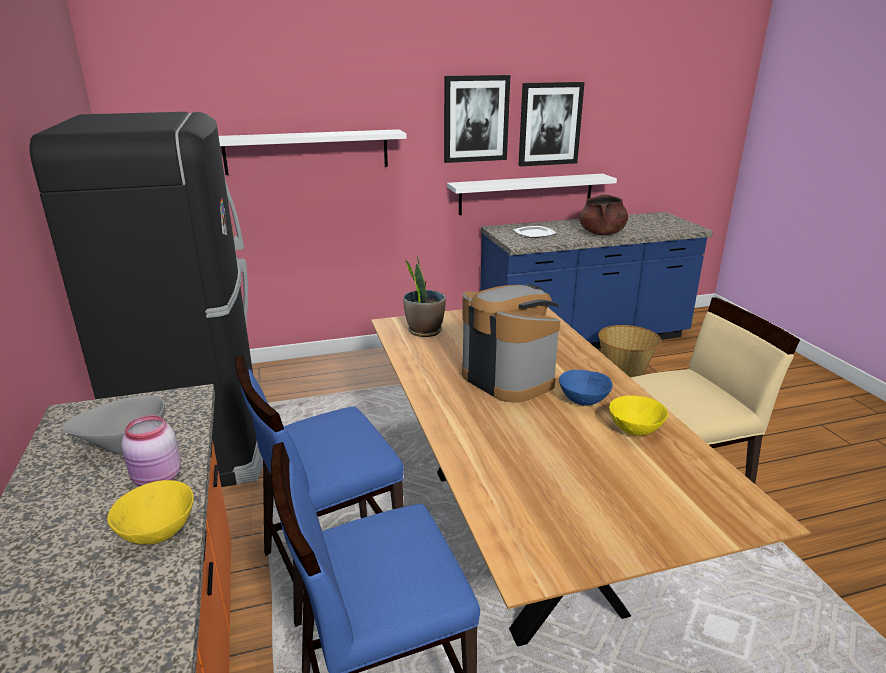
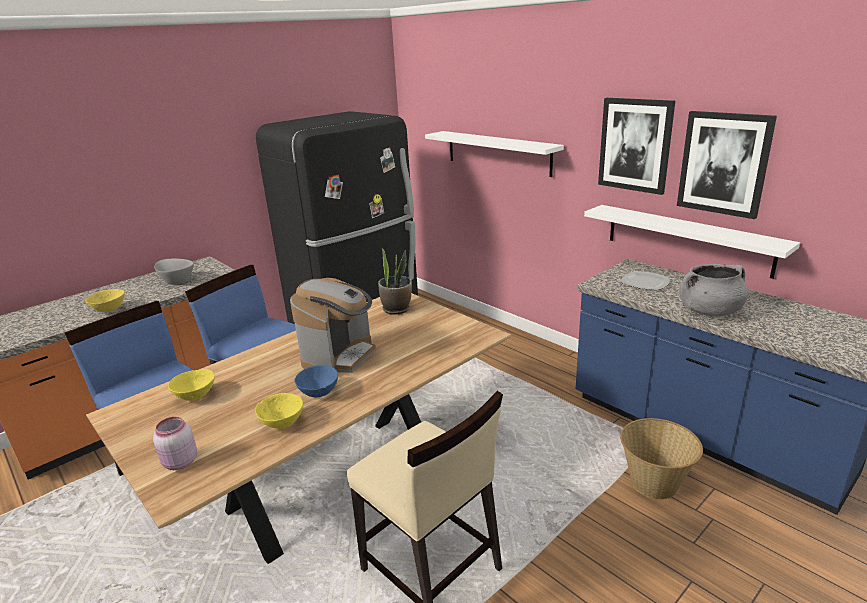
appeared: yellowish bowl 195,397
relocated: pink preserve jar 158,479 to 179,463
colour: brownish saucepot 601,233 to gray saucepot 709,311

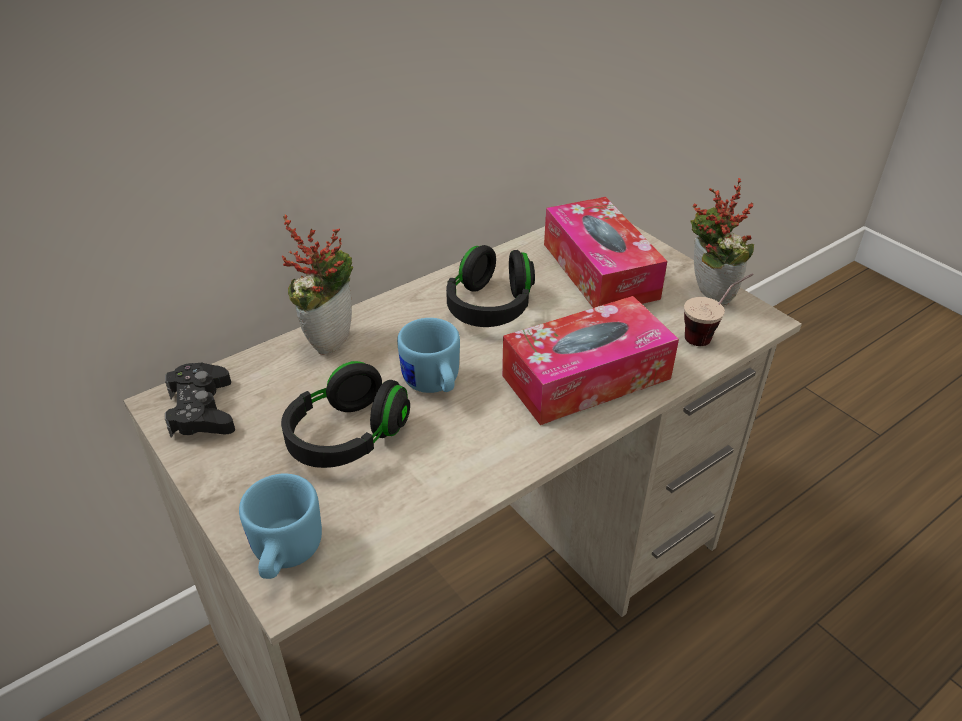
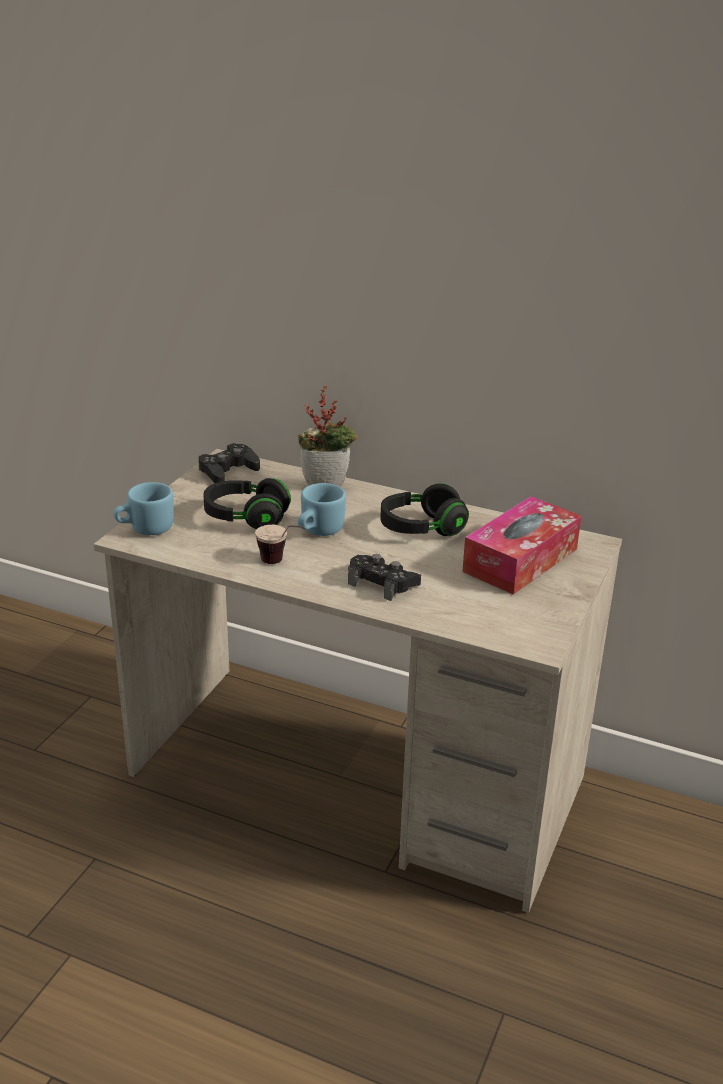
missing: houseplant 706,294
relocated: small cup 710,335 to 281,563
exchanged: tissue holder 586,377 to black-coloured gamepad 382,583

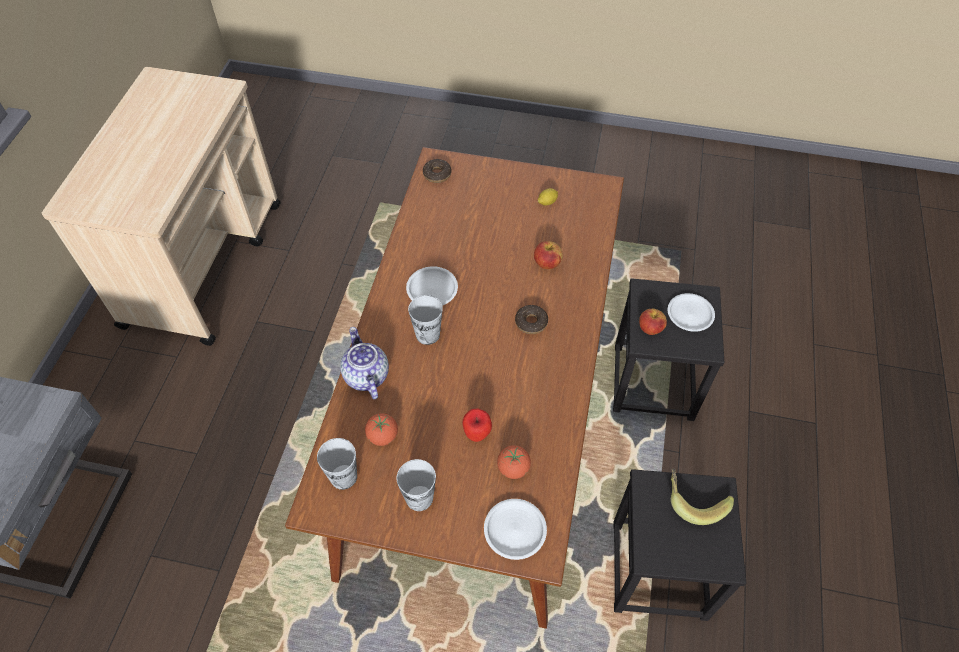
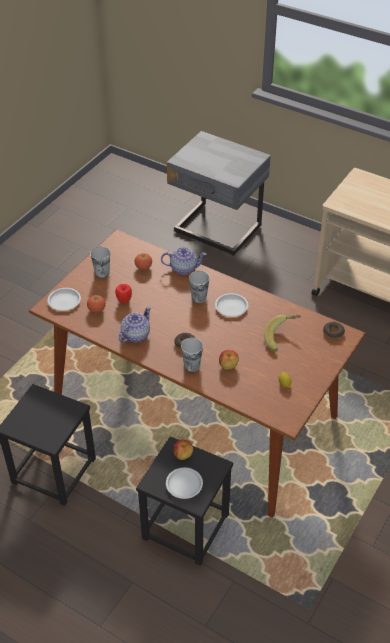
appeared: tea pot 135,335
relocated: small cup 343,477 to 192,365; whole banana 694,500 to 282,338

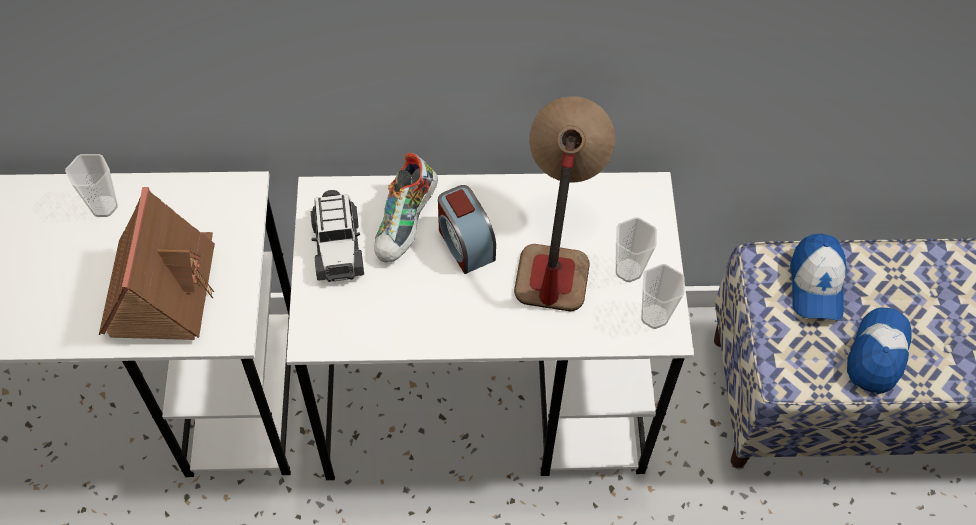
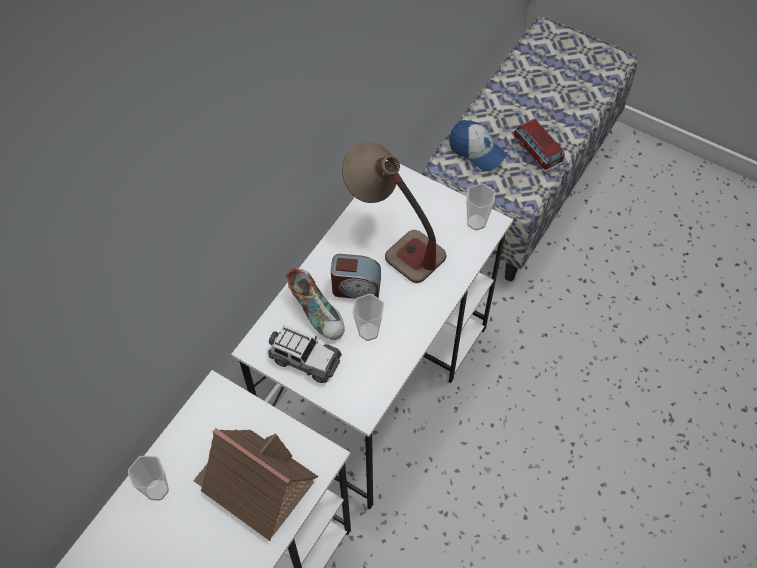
relocated: small cup 628,270 to 368,331
exchanged: baseball cap 877,354 to model car 537,152

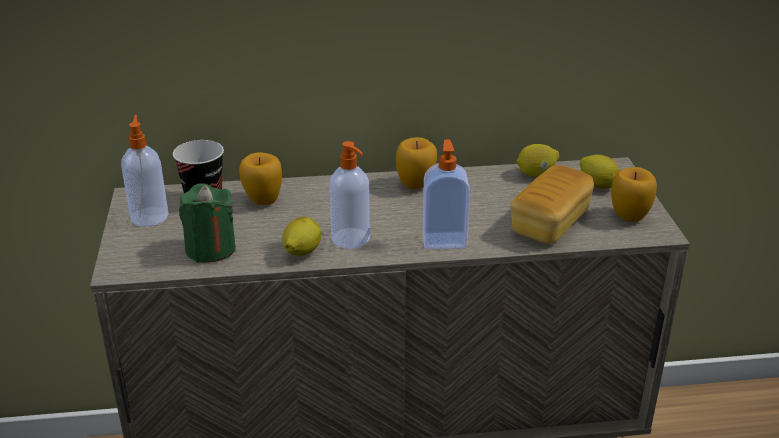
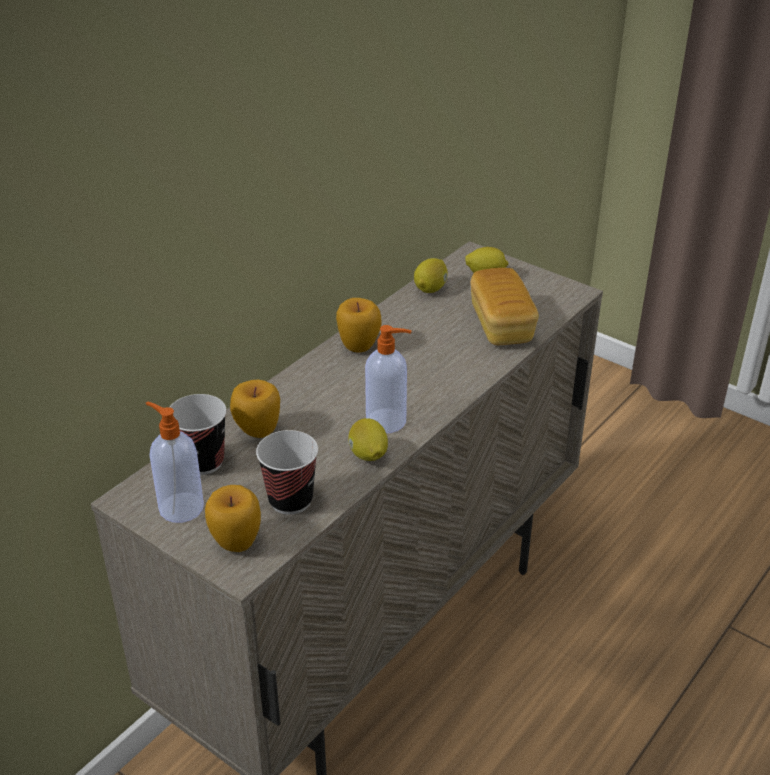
missing: liquid soap bottle 444,240
relocated: whole apple 629,216 to 236,542
exchanged: green wax candle 210,249 to small cup 290,500

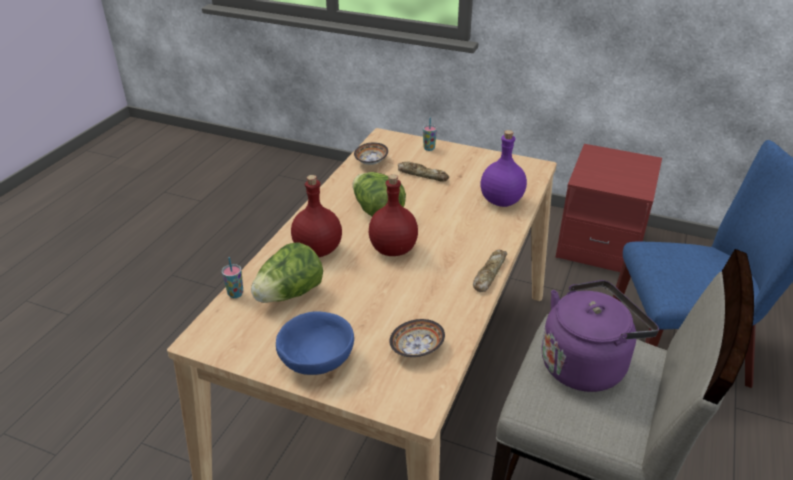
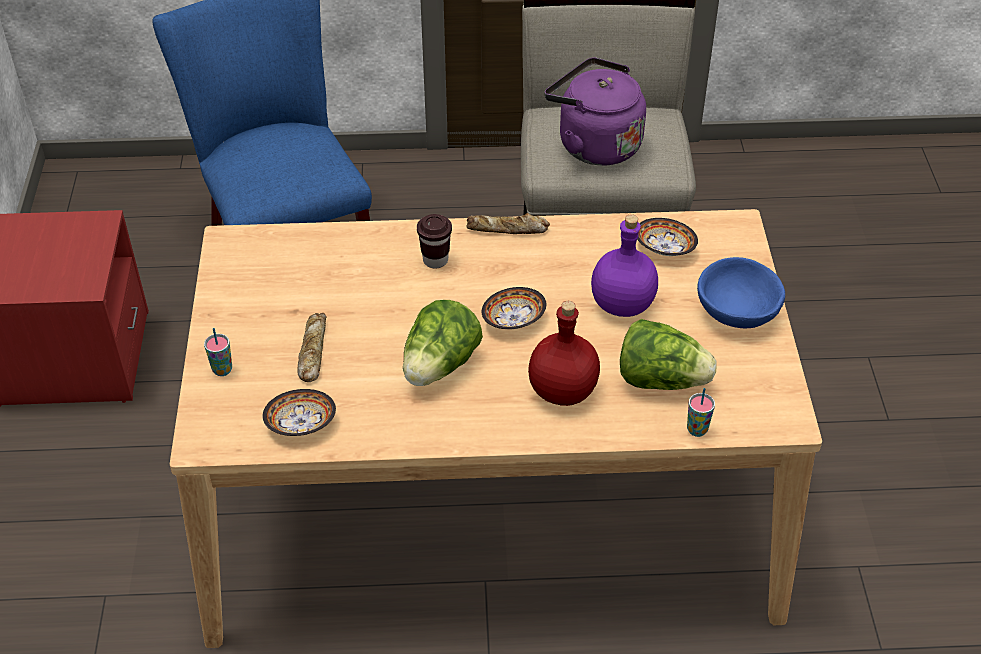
appeared: brownish small cup 435,260
relocated: purple drink bottle 500,201 to 623,305
exchanged: red-coloured drink bottle 393,250 to bowl 515,321

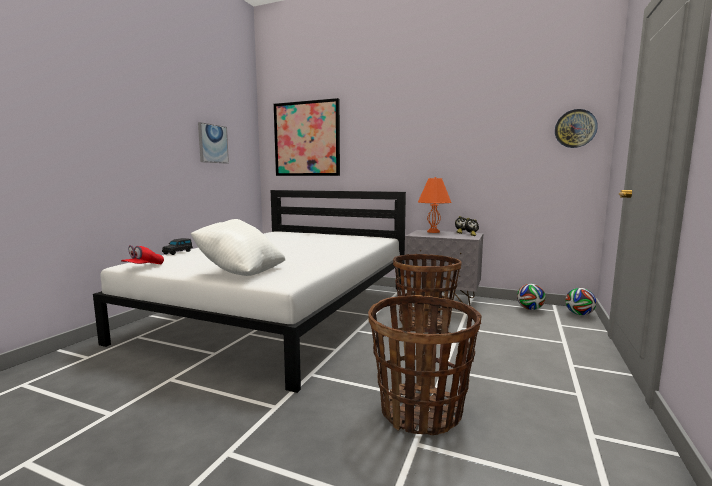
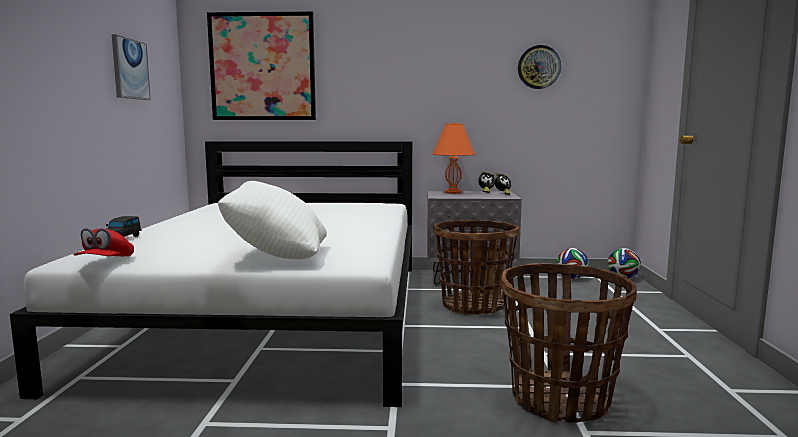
relocated: hanging clock 575,128 to 539,67

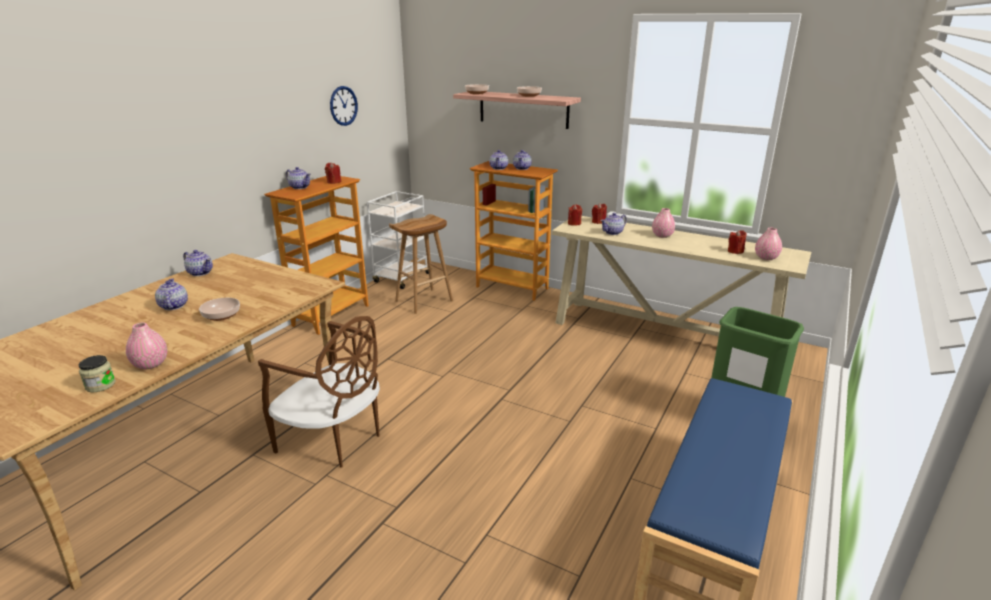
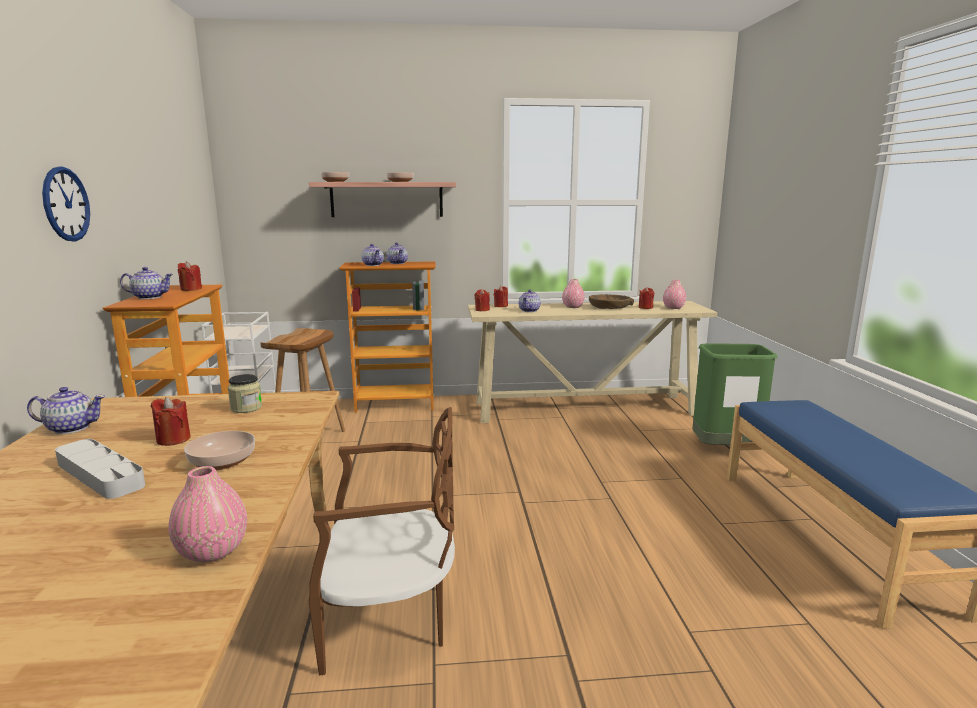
appeared: brownish bowl 609,307; red-coloured wax candle 173,439
relocated: hanging clock 343,106 to 66,204; preserve jar 100,385 to 246,408
exchanged: tea pot 173,306 to gray tray 100,474

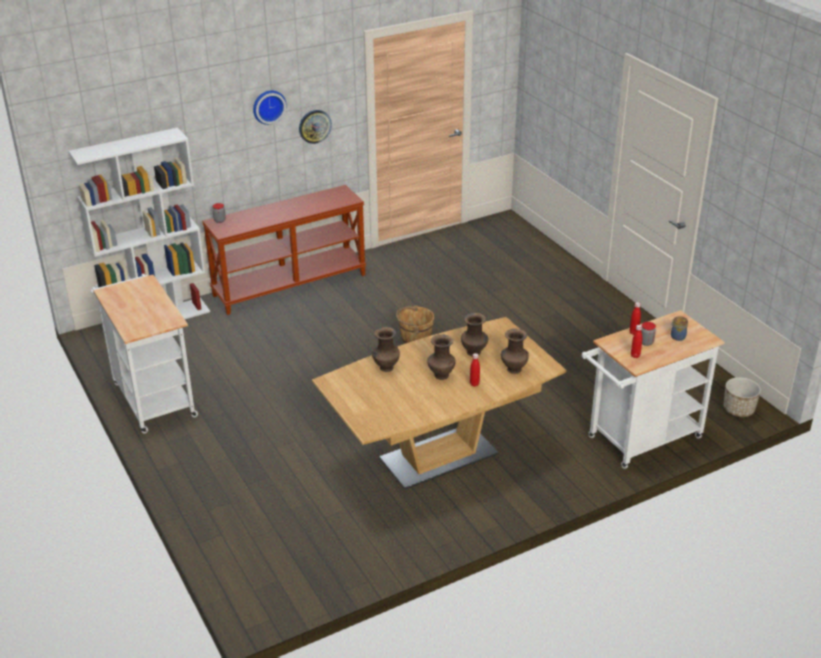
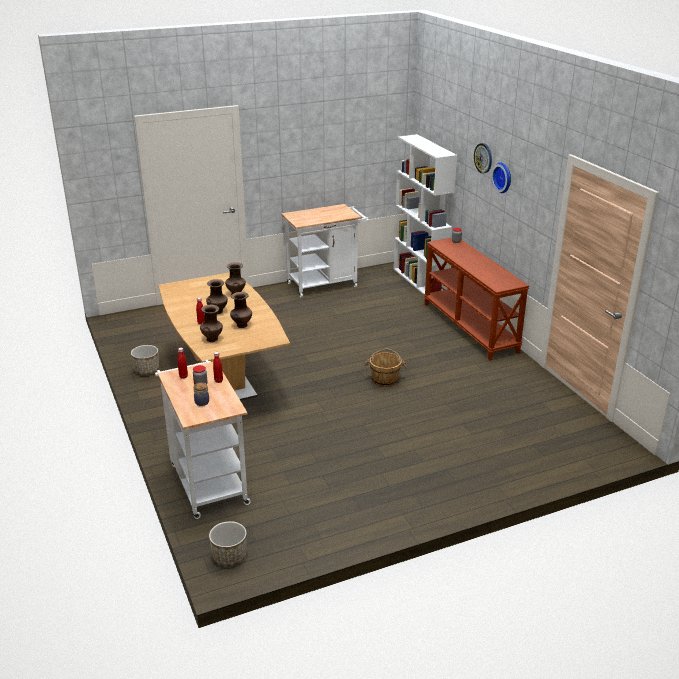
appeared: flower pot 147,370
relocated: hanging clock 314,126 to 483,158

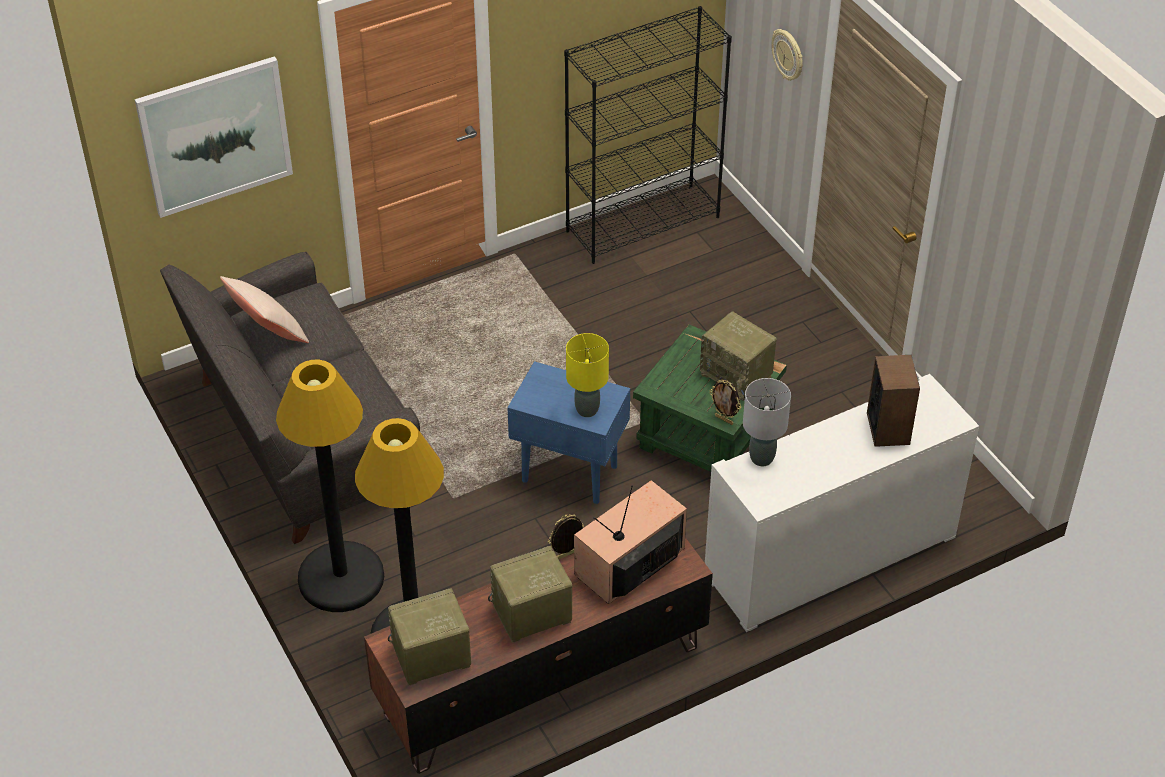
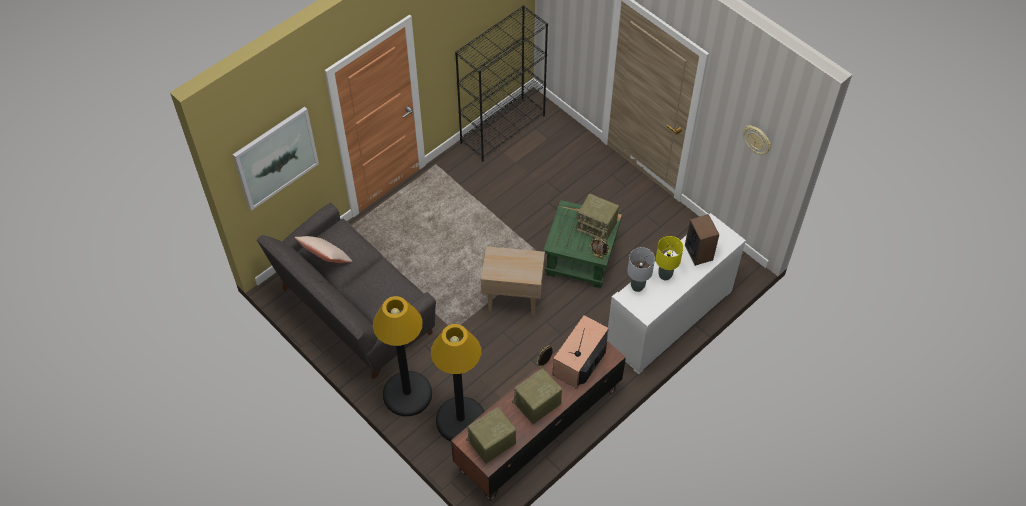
relocated: hanging clock 788,55 to 757,140; yellowish table lamp 587,410 to 665,275
colour: blue-coloured side table 568,473 to beige side table 512,299

